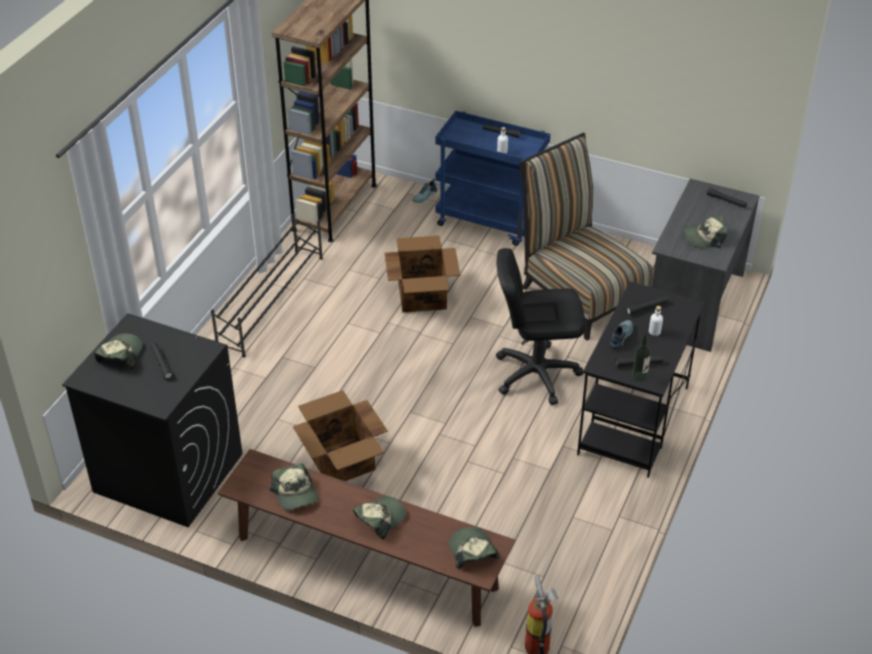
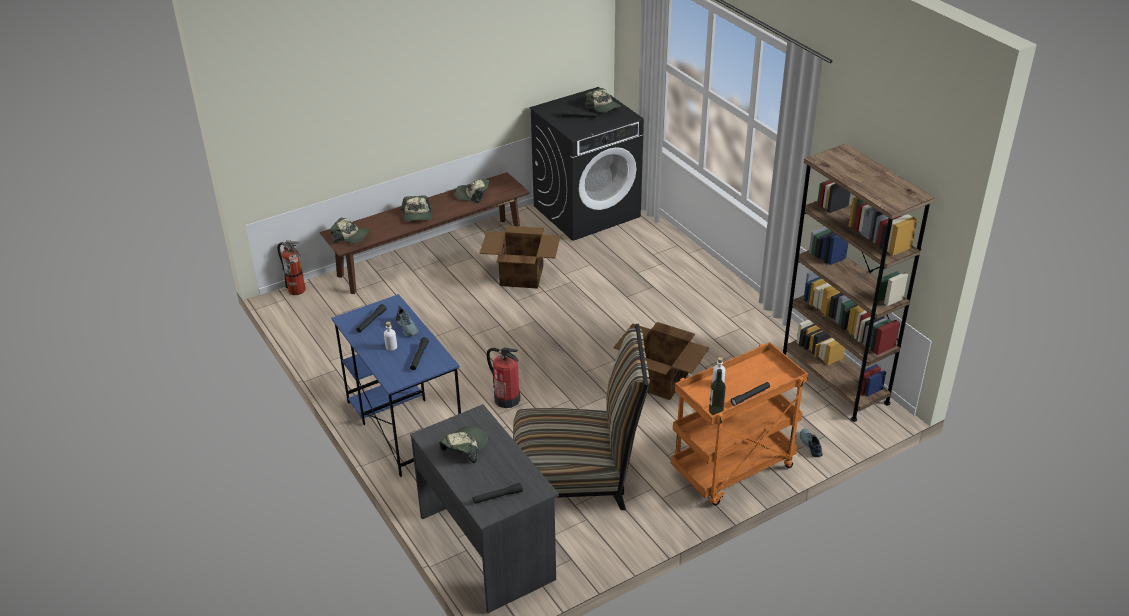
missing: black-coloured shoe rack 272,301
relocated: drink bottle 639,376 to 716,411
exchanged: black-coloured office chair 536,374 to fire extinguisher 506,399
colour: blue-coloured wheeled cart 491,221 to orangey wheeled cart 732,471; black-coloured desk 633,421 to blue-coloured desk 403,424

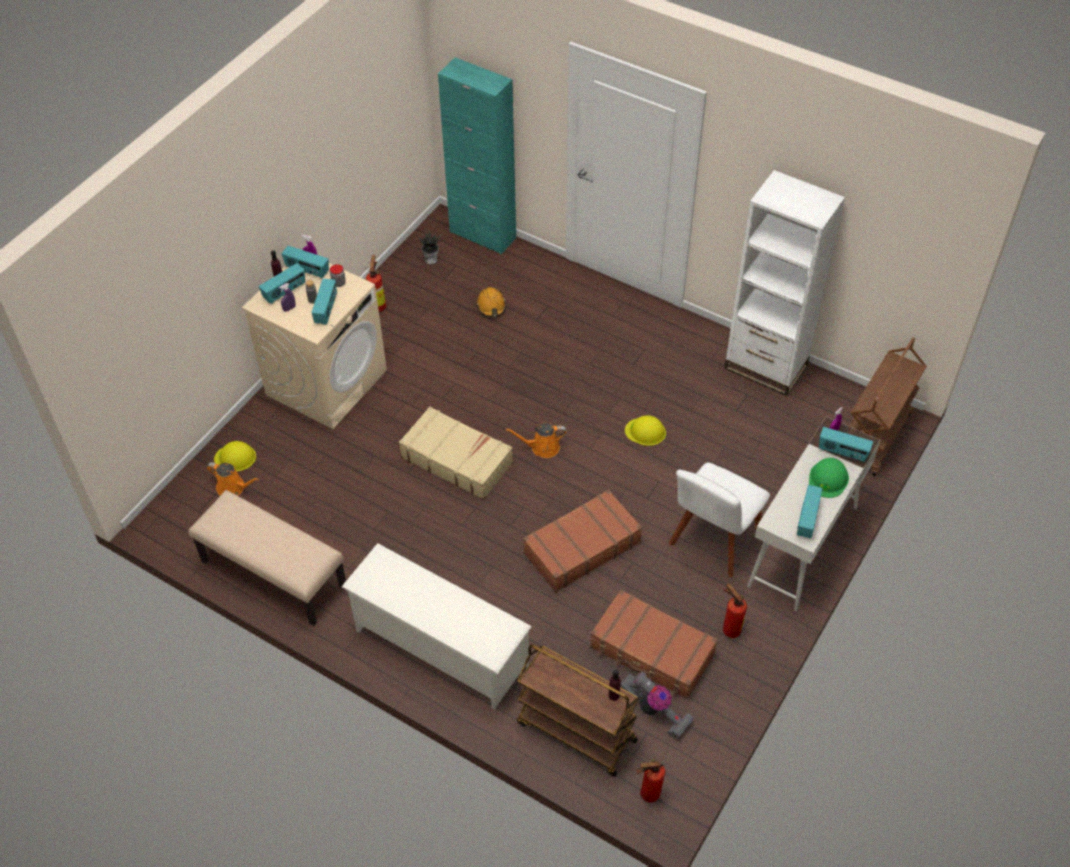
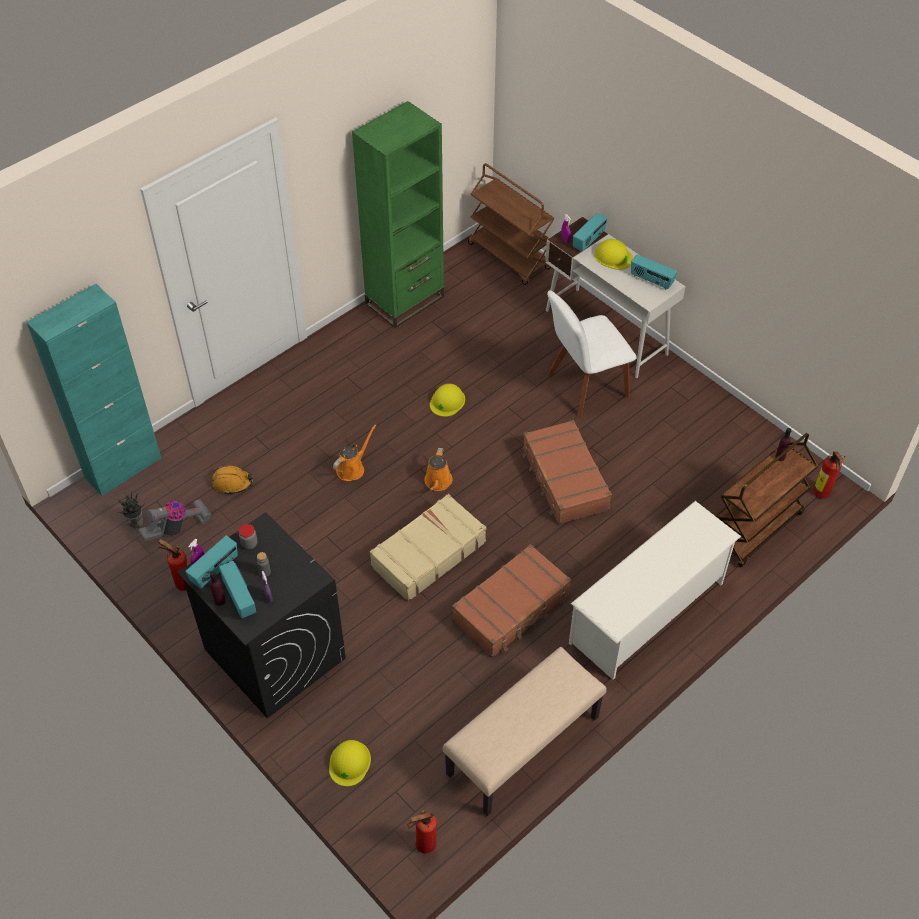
missing: radio set 326,310
relocated: orangey sprinkling can 233,488 to 352,468; fire extinguisher 729,629 to 423,846; brownish travel case 652,652 to 512,608; vacuum 655,711 to 178,528
colour: white-coloured bookshelf 765,367 to green bookshelf 405,300; beige laundry appliance 327,382 to black-coloured laundry appliance 274,653; green hard hat 828,478 to yellowish hard hat 613,256
spun: white-coloured plain chair 713,541 = 584,387 105 degrees clockwise

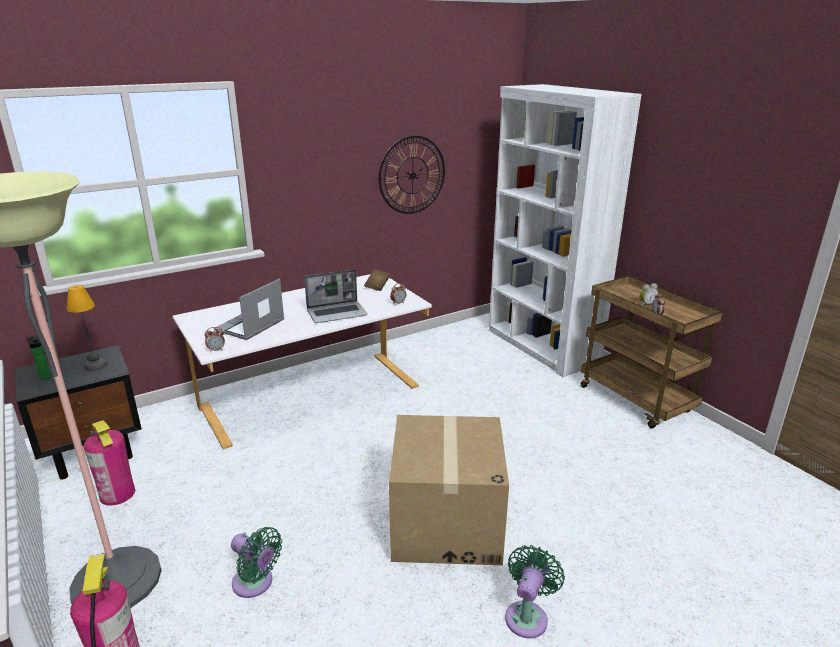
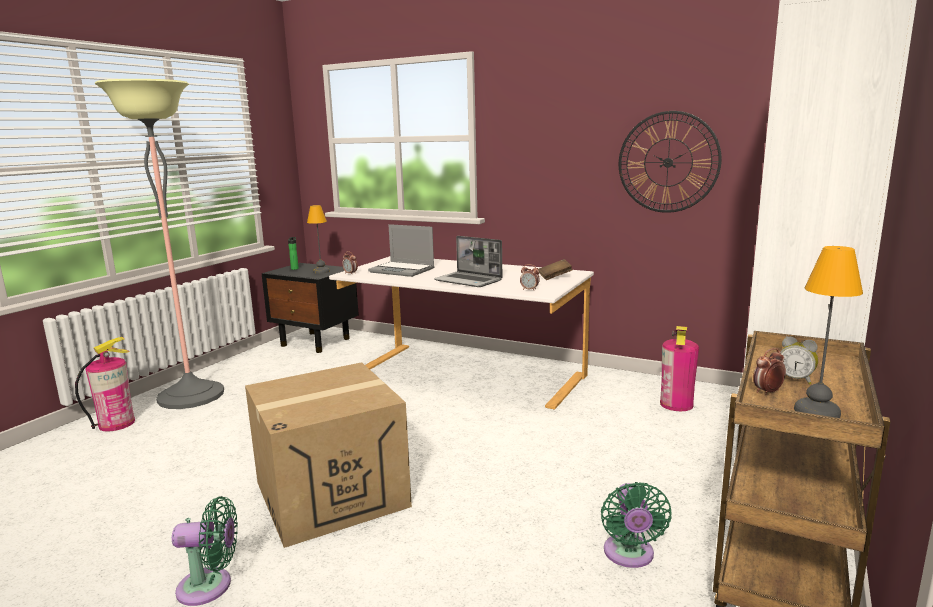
appeared: table lamp 816,412
relocated: fire extinguisher 117,494 to 676,404; green cooling fan 255,584 to 629,555
spun: notebook computer 250,326 = 403,270 150 degrees counterclockwise

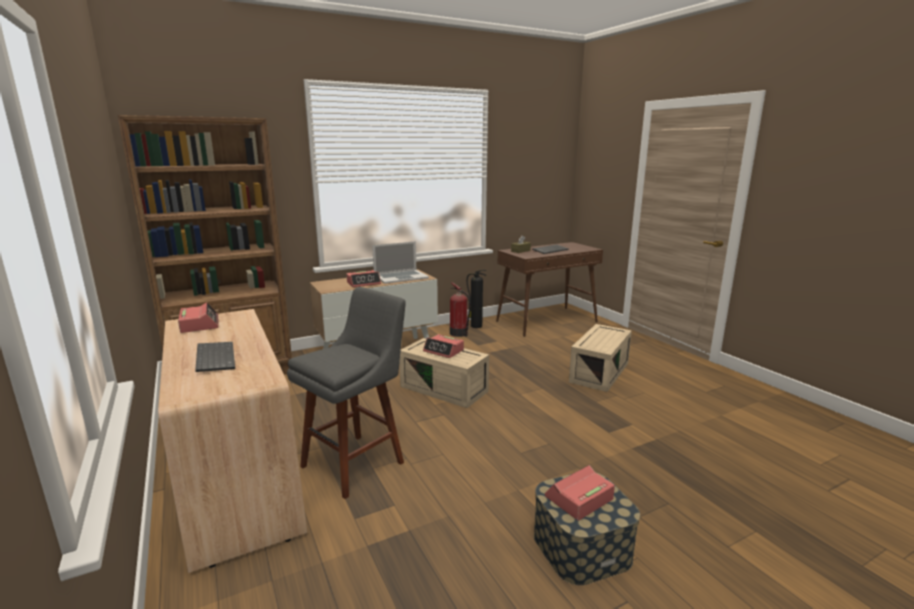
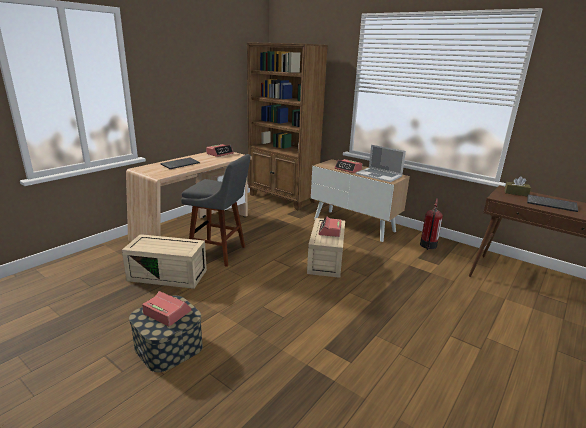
missing: fire extinguisher 475,326
relocated: beige storage bin 598,372 to 169,275

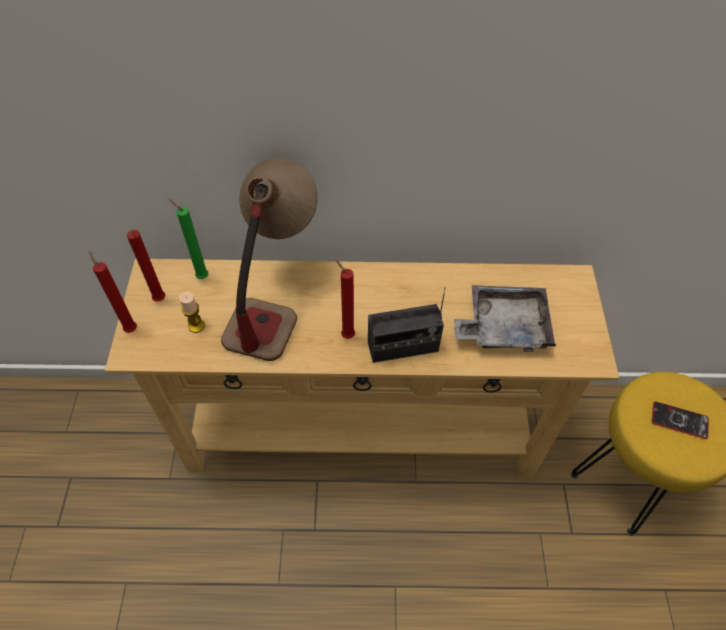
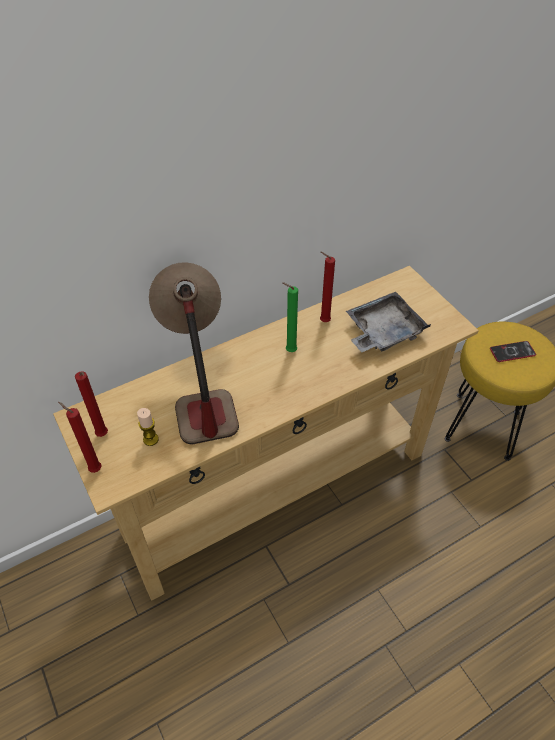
missing: radio set 403,347
relocated: green wax candle 201,276 to 289,351; red-coloured wax candle 346,334 to 323,321

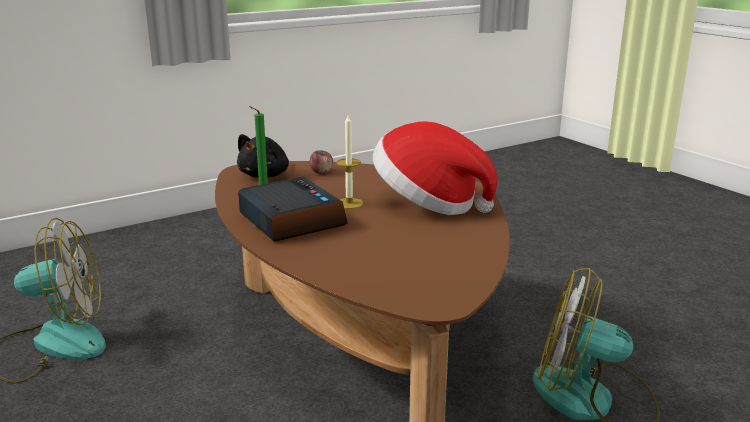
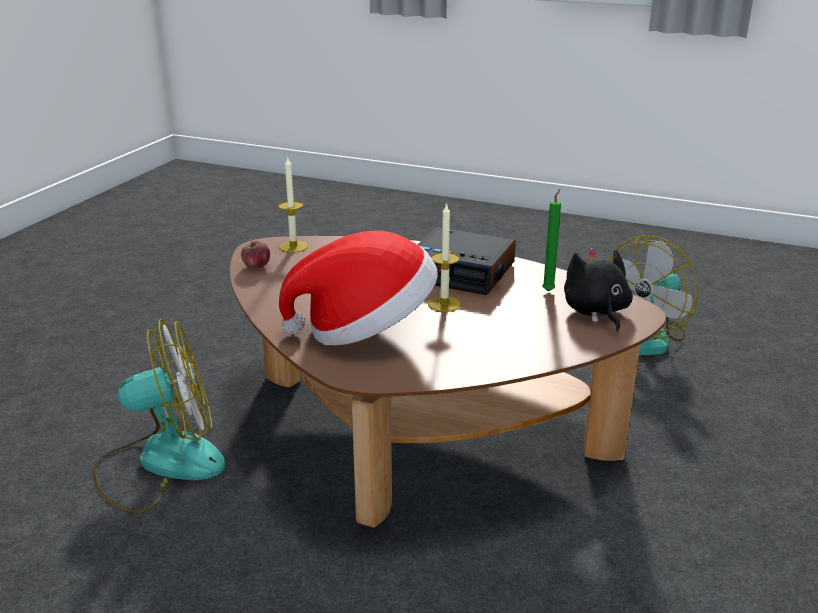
appeared: wax candle 293,246
relocated: whole apple 321,172 to 256,266

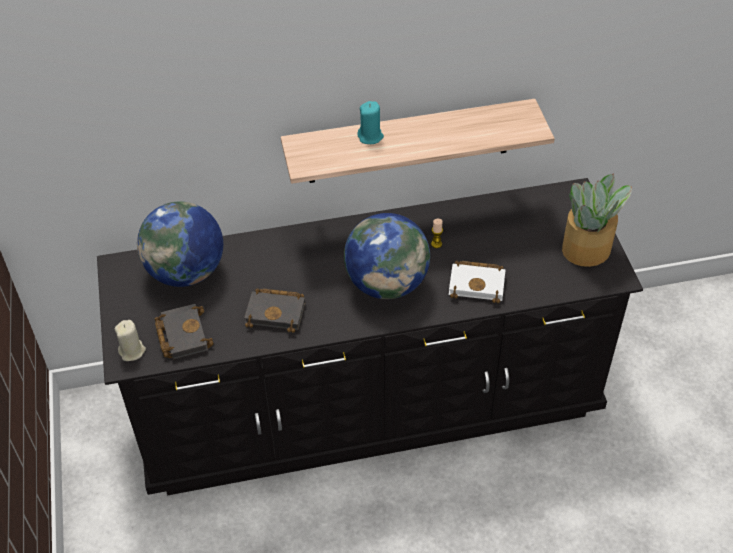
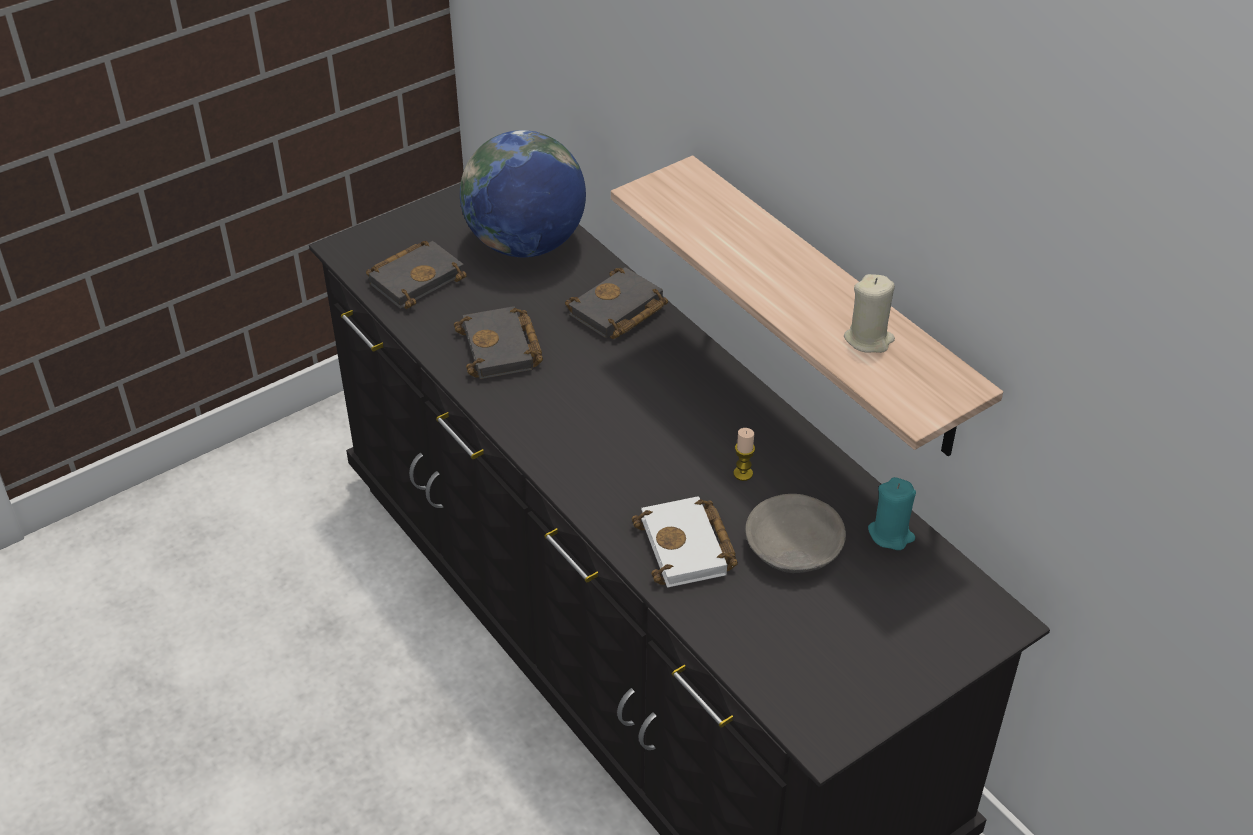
missing: houseplant 587,249; globe 387,284
appeared: black-coloured book 617,312; gray bowl 792,547
relocated: blue-green wax candle 370,136 to 891,534; beige wax candle 132,351 to 868,339

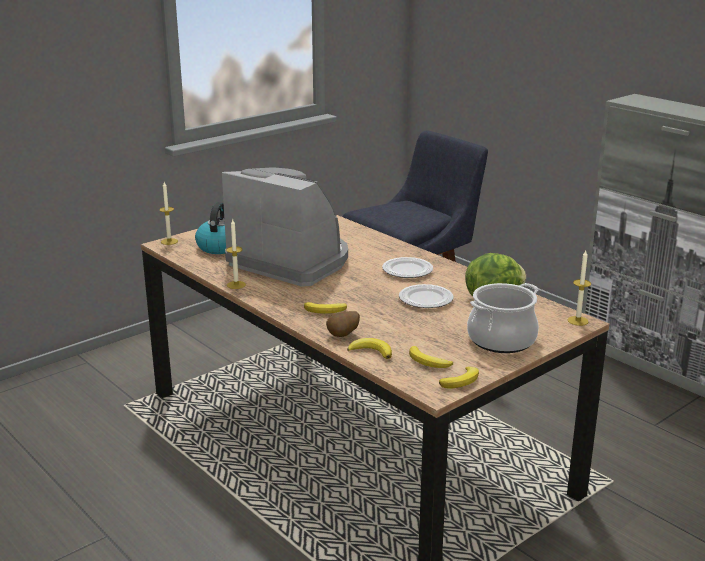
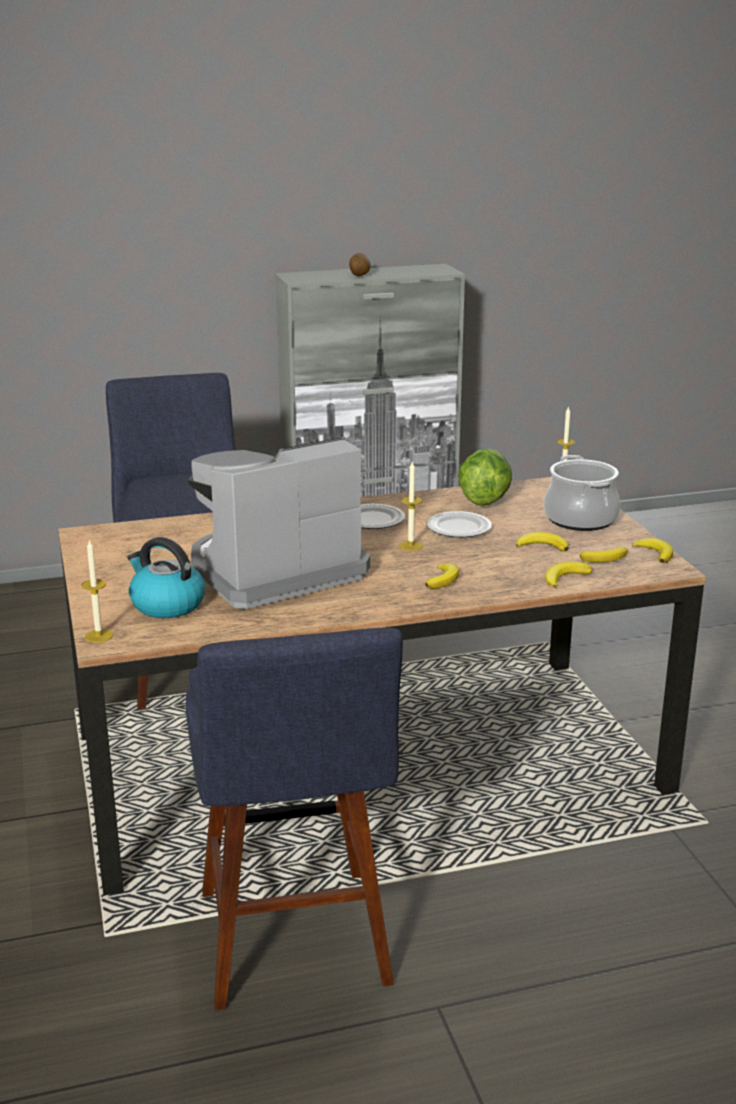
appeared: whole banana 542,546; blue-coloured sitting stool 295,947
relocated: wax candle 236,285 to 411,546; potato 343,336 to 360,275

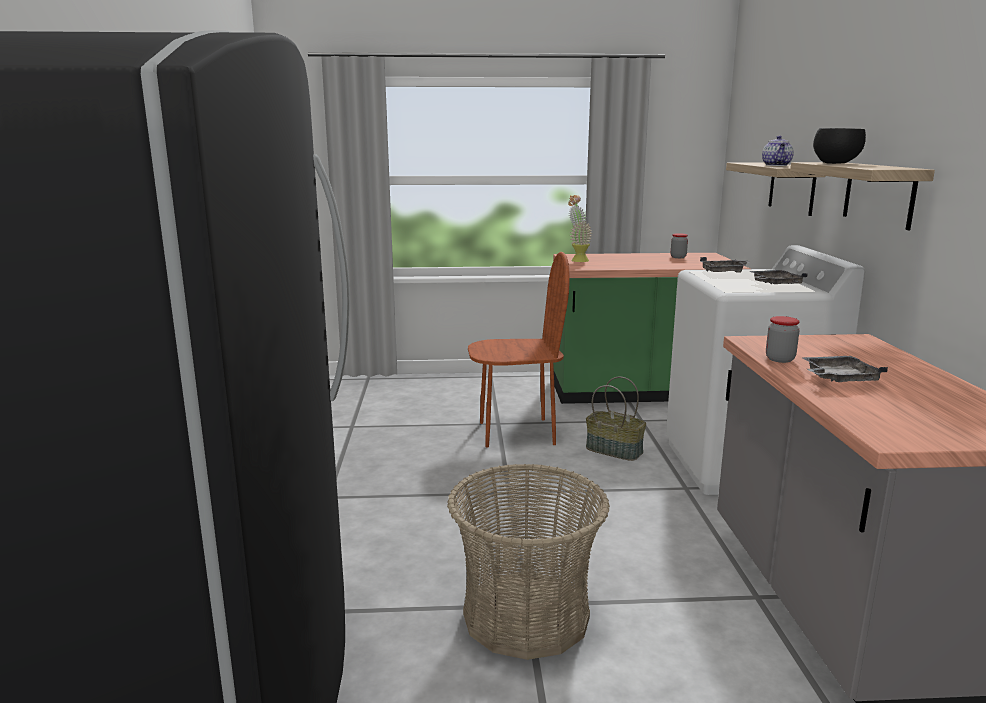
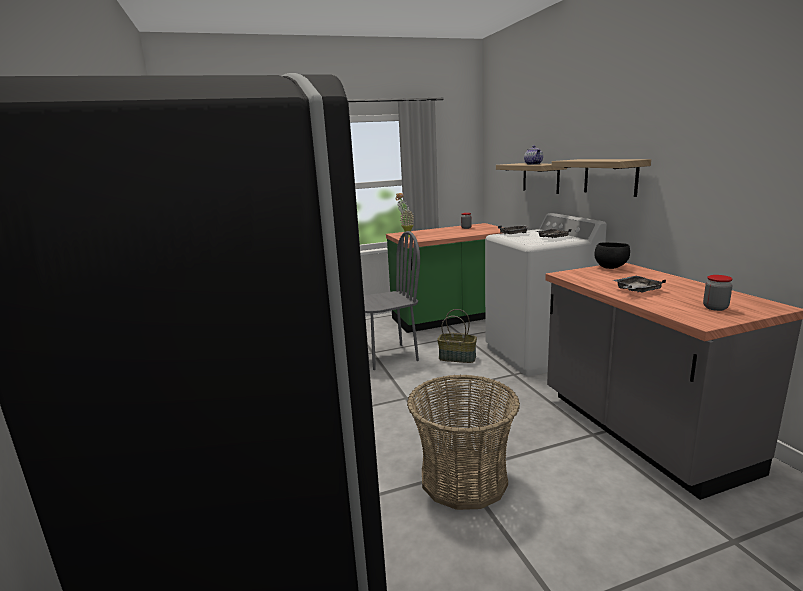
relocated: black-coloured bowl 836,163 to 610,267; preserve jar 780,359 to 715,308
colour: brownish plain chair 516,433 to gray plain chair 388,357

